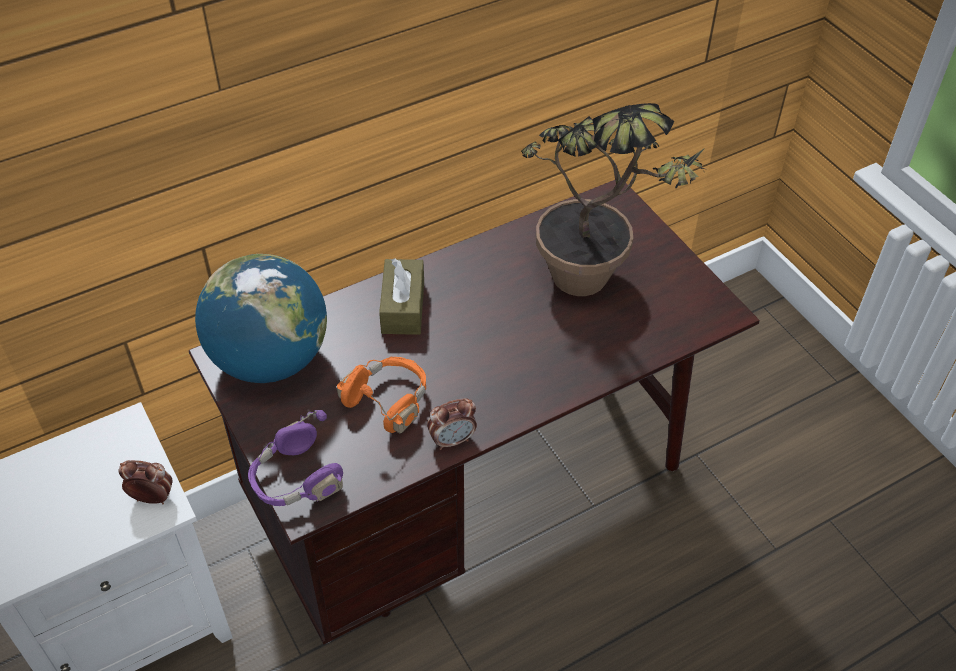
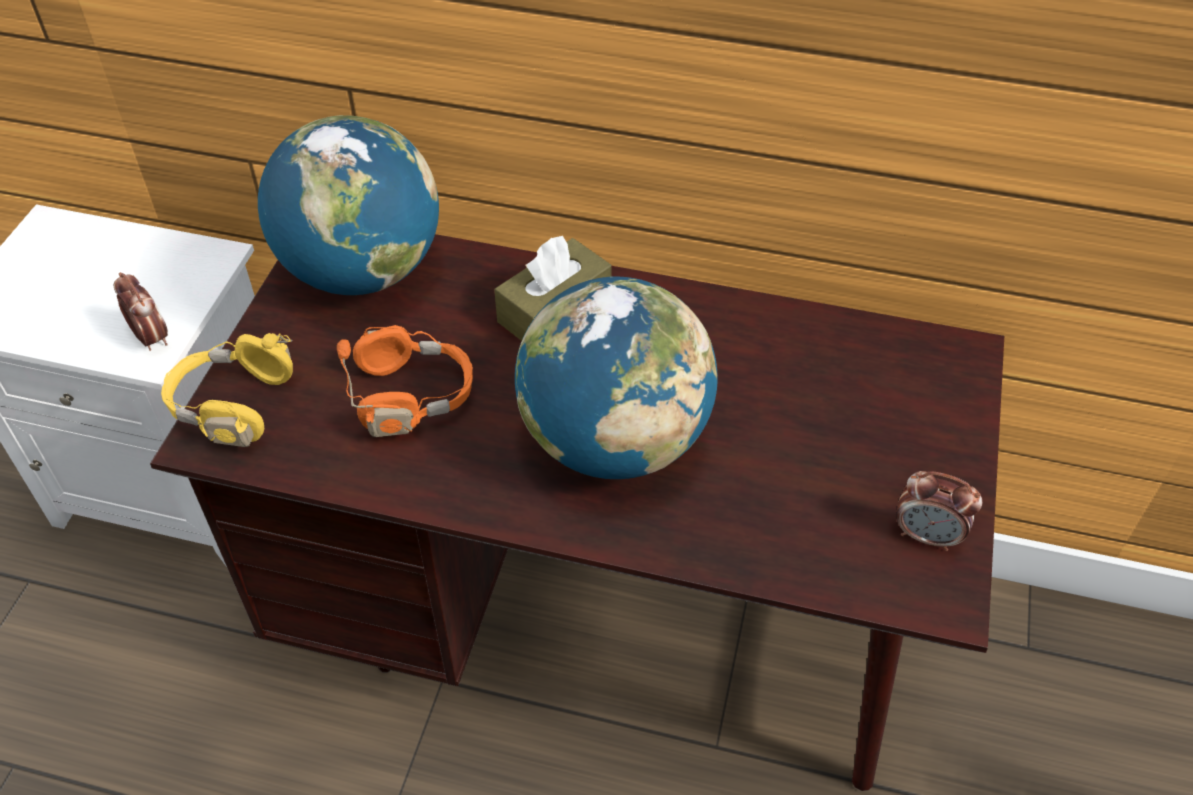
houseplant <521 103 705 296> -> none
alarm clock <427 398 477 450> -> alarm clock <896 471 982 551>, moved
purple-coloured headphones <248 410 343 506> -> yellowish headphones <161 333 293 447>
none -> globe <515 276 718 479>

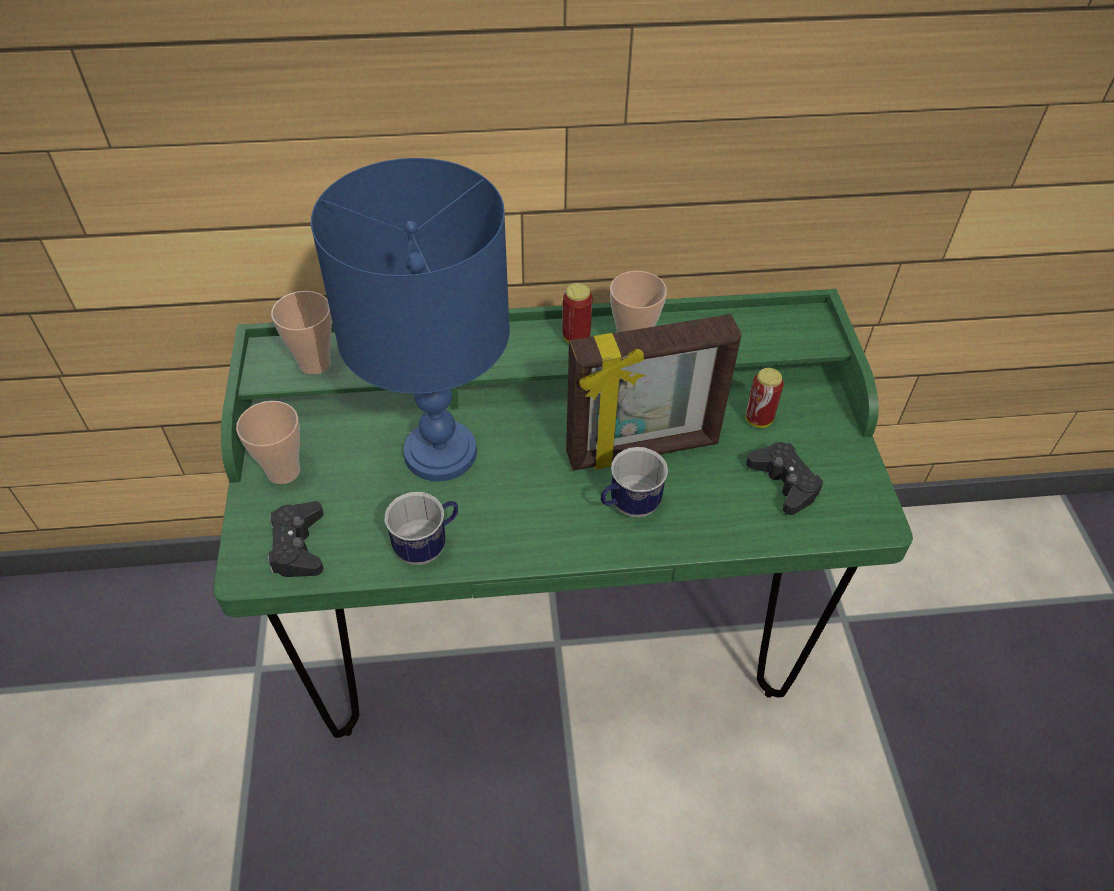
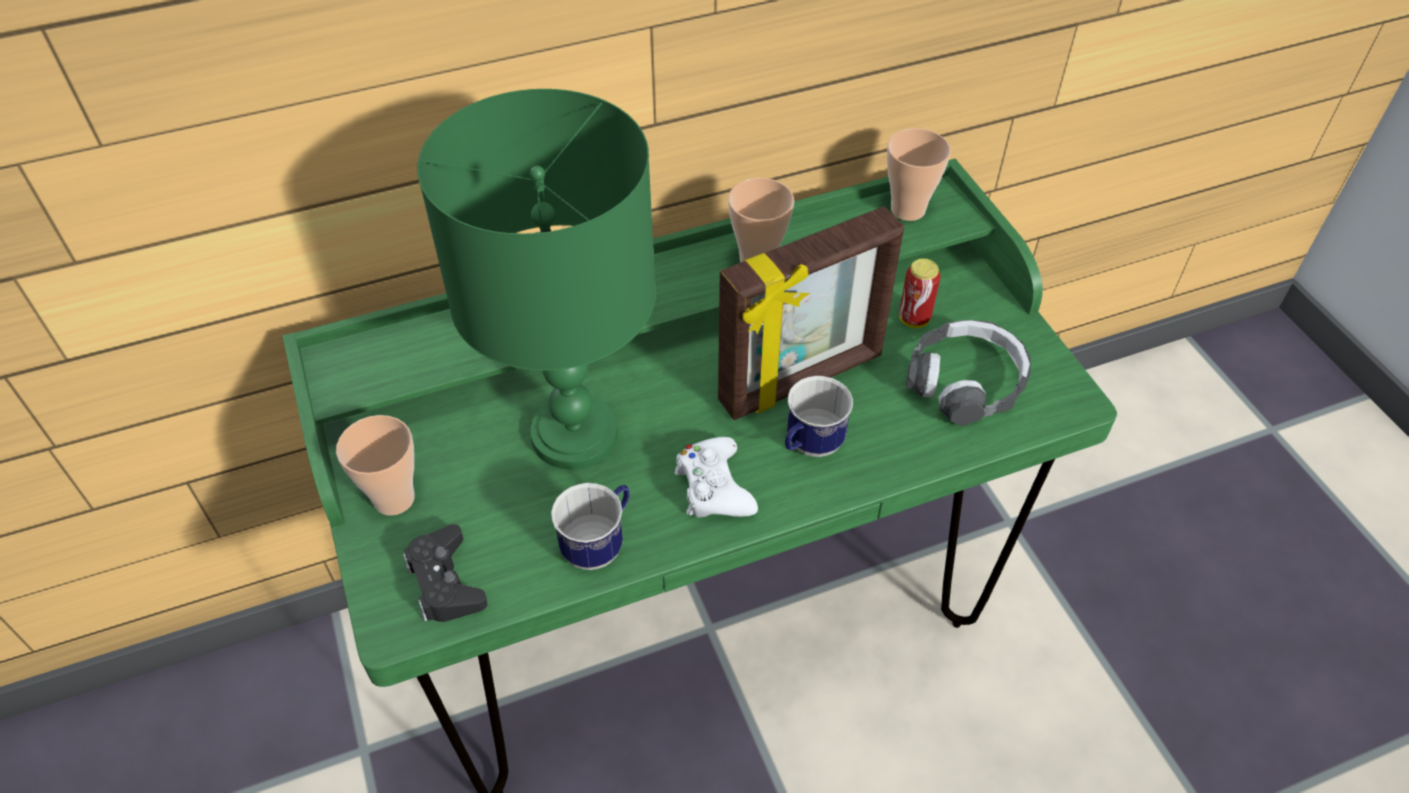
blue-coloured table lamp <311 158 510 481> -> greenish table lamp <417 89 656 470>
metal can <562 283 592 343> -> none
drinking cup <271 291 332 375> -> drinking cup <887 128 951 221>, moved
black-coloured game controller <746 442 823 515> -> headphones <906 320 1030 426>
none -> whitish game controller <674 437 758 517>

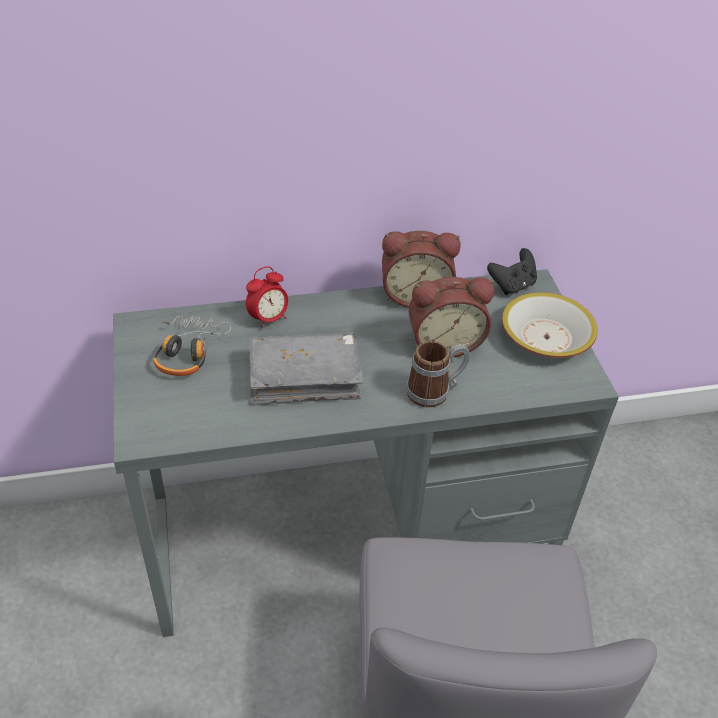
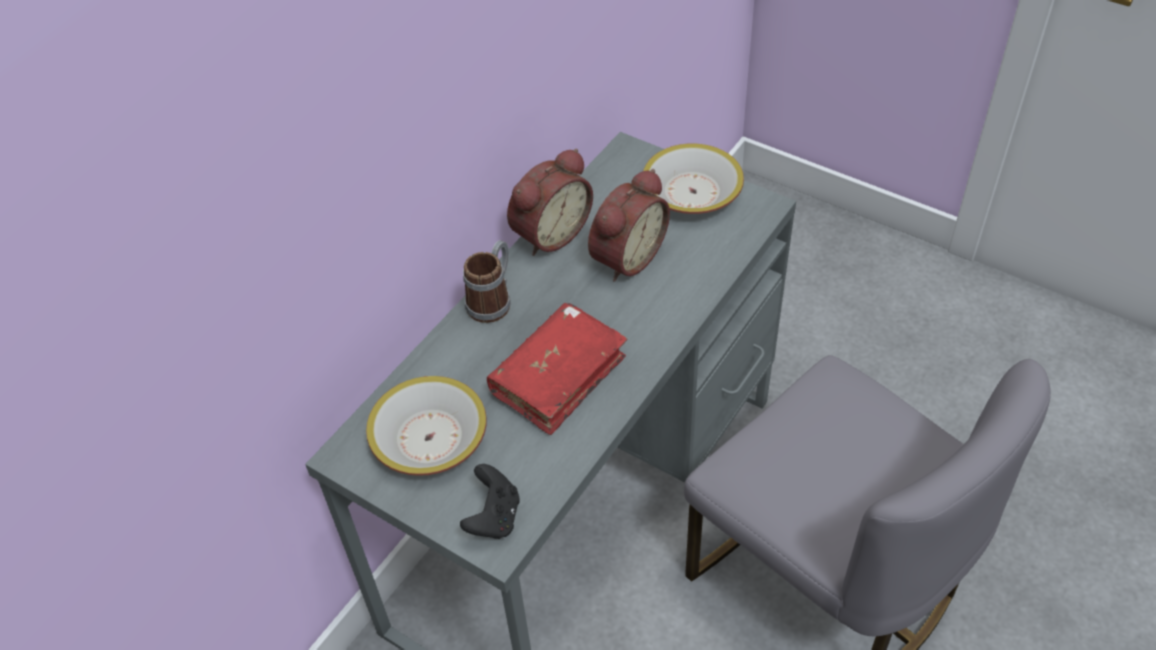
black-coloured game controller <487 248 537 295> -> black-coloured game controller <460 464 519 539>, moved
alarm clock <246 266 288 330> -> none
headphones <153 316 231 376> -> deep dish <366 376 487 476>
grey volume <249 332 363 405> -> red-coloured volume <487 303 627 435>
coffee mug <406 341 470 408> -> coffee mug <463 240 511 323>, moved

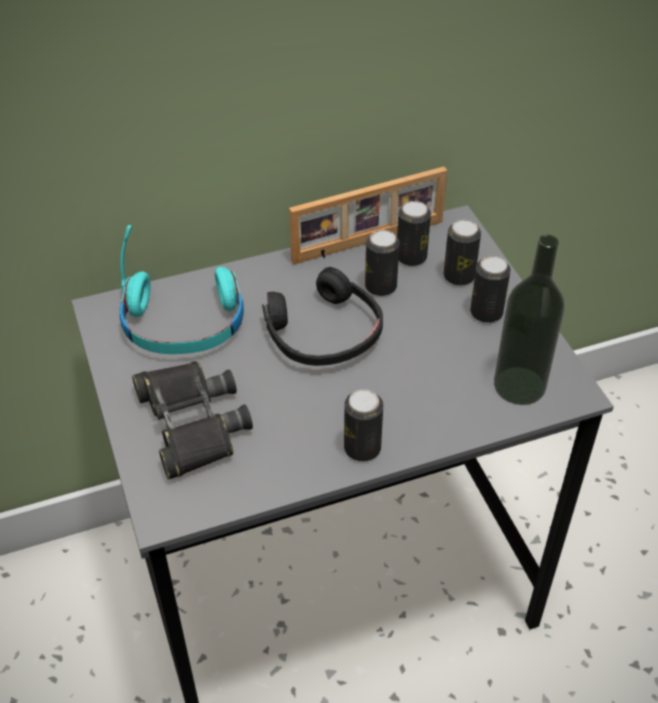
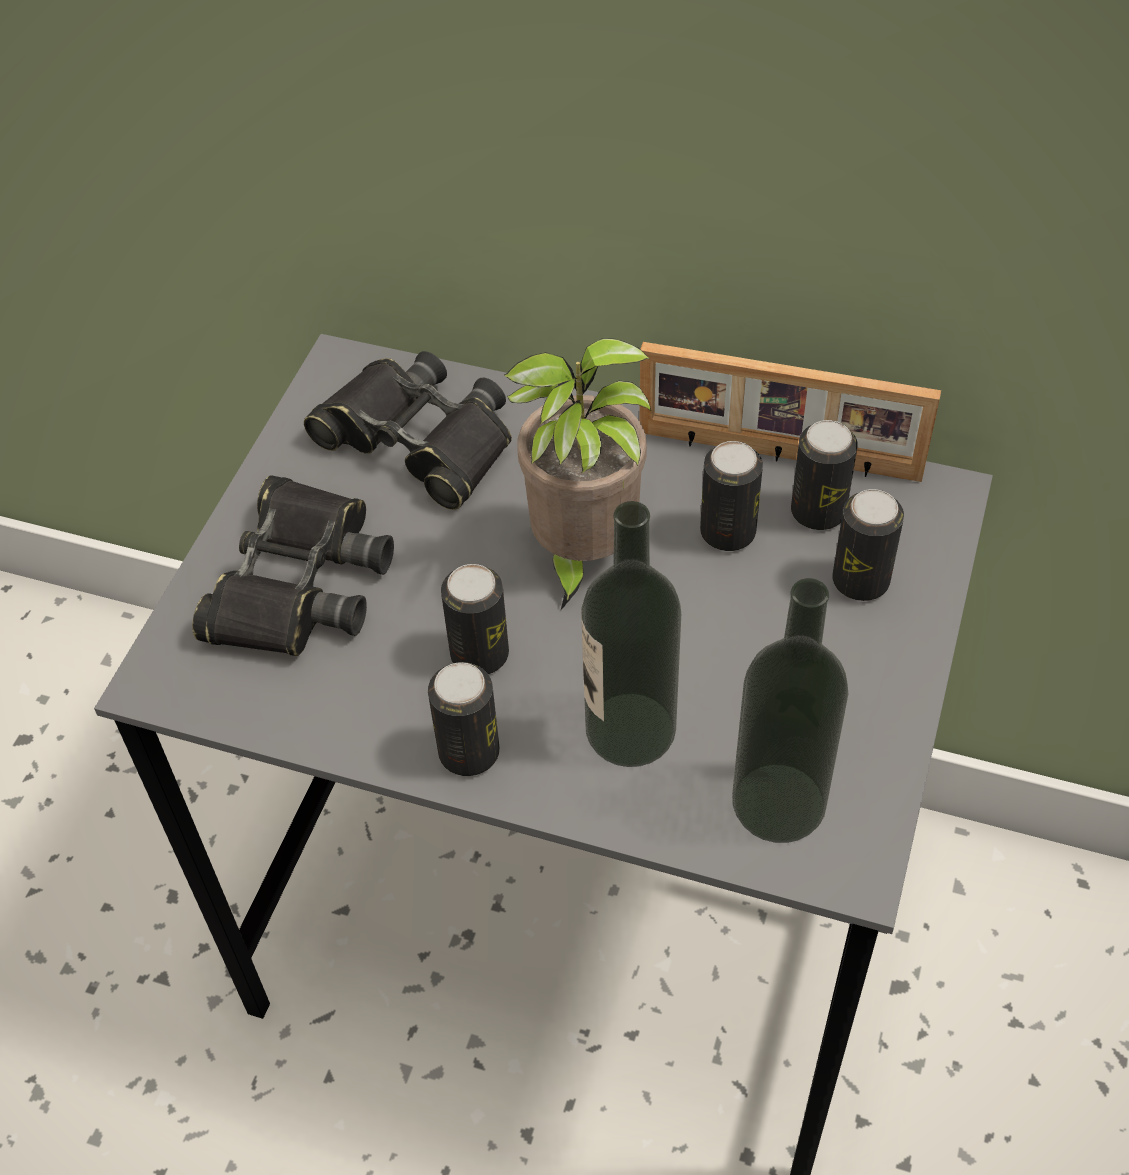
turquoise-coloured headphones <120 225 244 354> -> black-coloured pair of binoculars <304 351 512 510>
metal can <470 255 511 323> -> metal can <441 564 509 674>, moved
black-coloured headphones <262 267 383 366> -> houseplant <504 338 652 610>
none -> bottle <581 501 681 767>

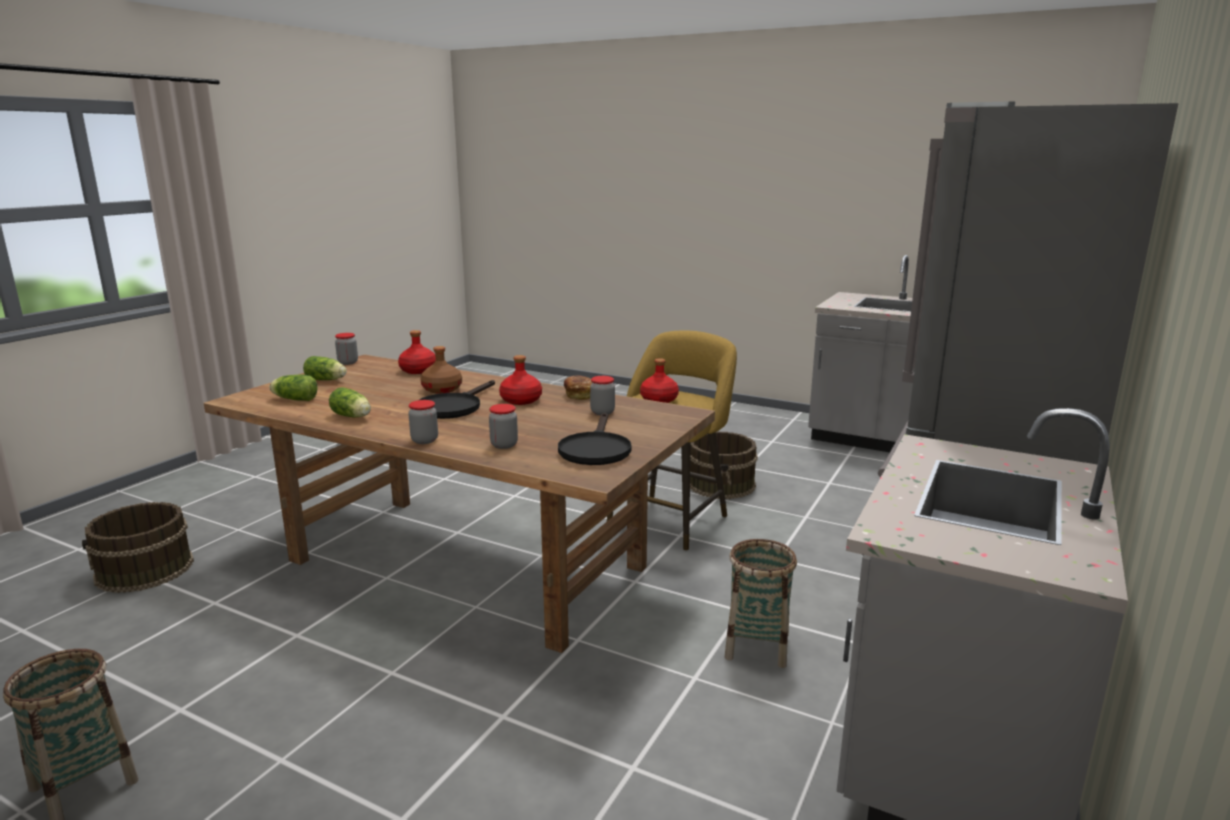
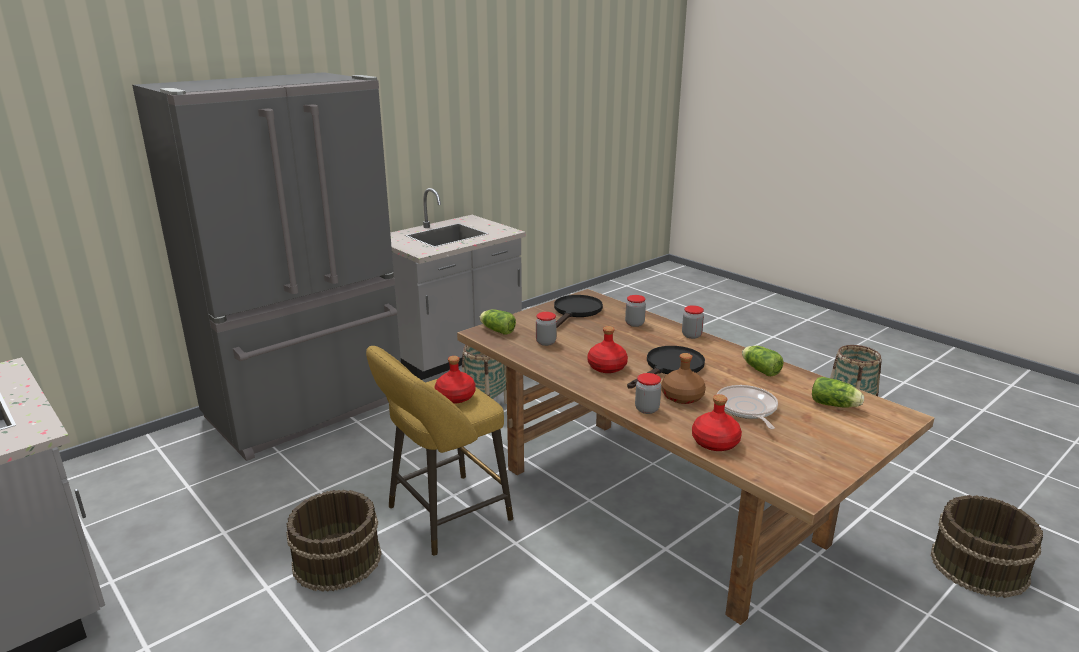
storage jar <335 333 358 365> -> storage jar <635 373 661 414>, moved
lettuce <303 356 347 380> -> lettuce <479 309 516 335>, moved
bakery bread <564 375 593 400> -> none
none -> frying pan <717 385 778 429>

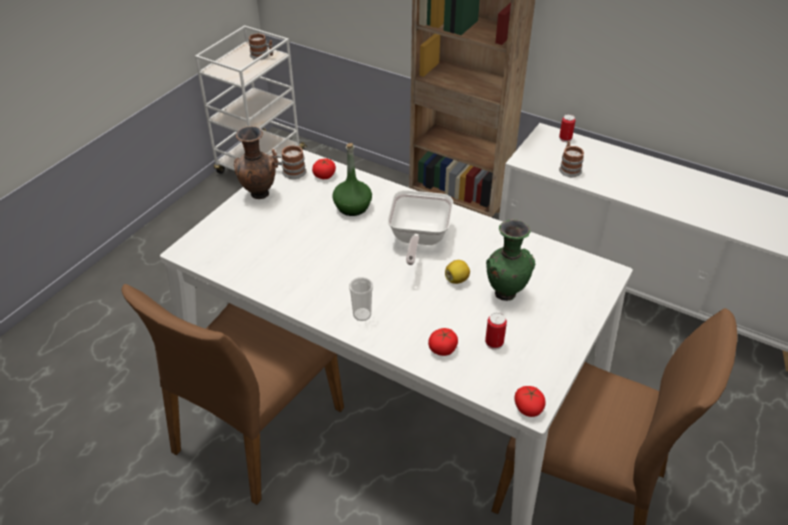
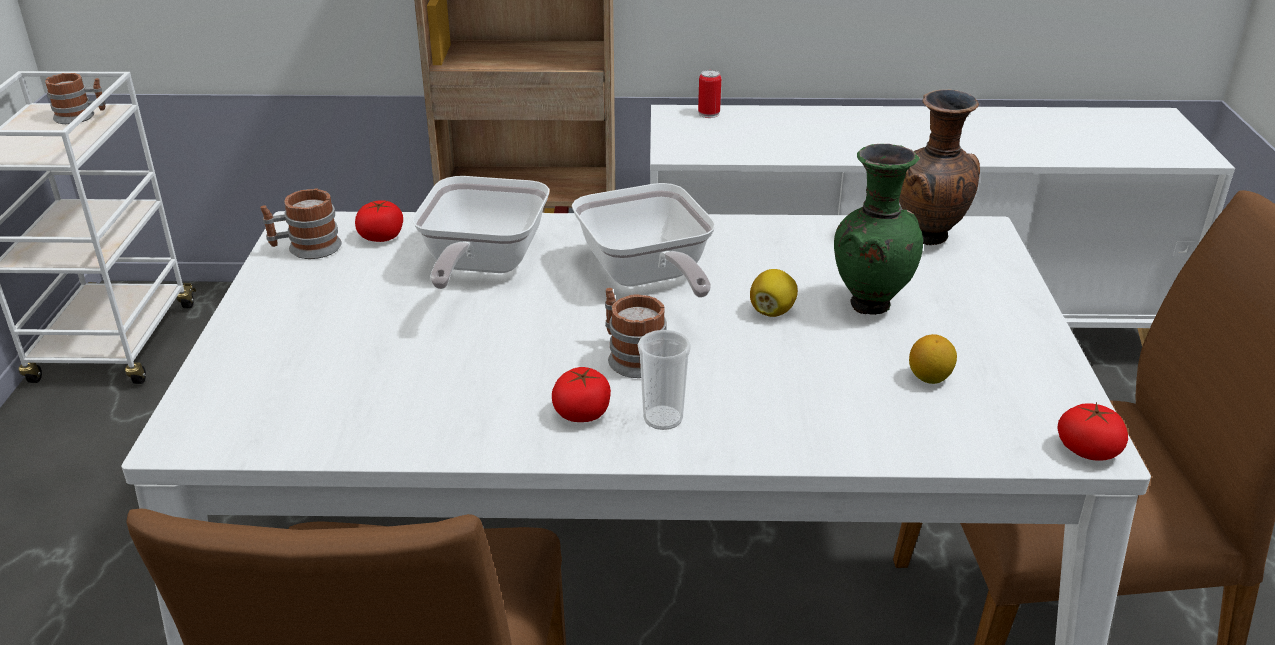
brown vase <234 126 276 199> -> brown vase <899 90 980 245>, moved
coffee mug <559 141 584 177> -> coffee mug <605 288 667 378>, moved
greenish bottle <332 143 372 216> -> frying pan <412 176 550 289>
metal can <485 313 507 350> -> citrus fruit <909 334 957 384>
whole tomato <428 328 458 356> -> whole tomato <552 367 611 422>, moved

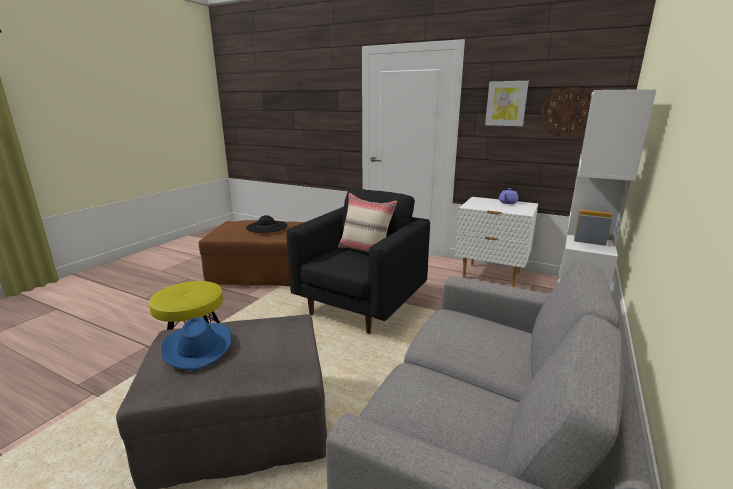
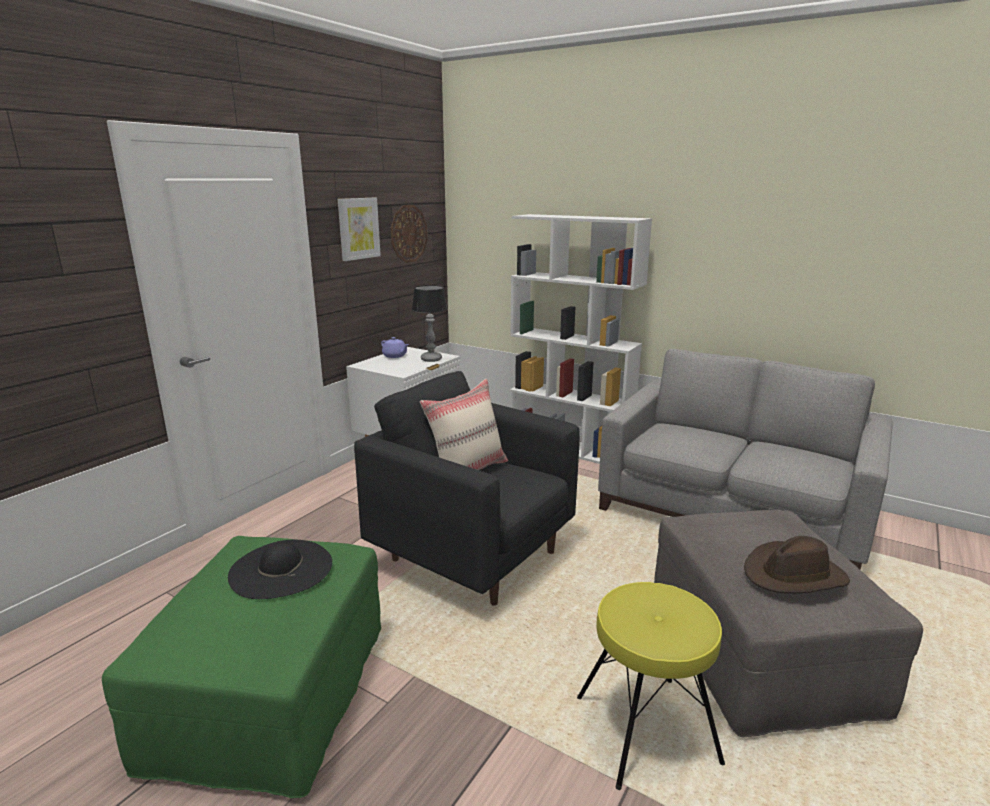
brown pouffe <199 220 303 286> -> greenish pouffe <102 536 381 798>
blue-coloured wearable hat <161 317 231 370> -> brown wearable hat <744 536 850 593>
none -> table lamp <412 285 447 362>

